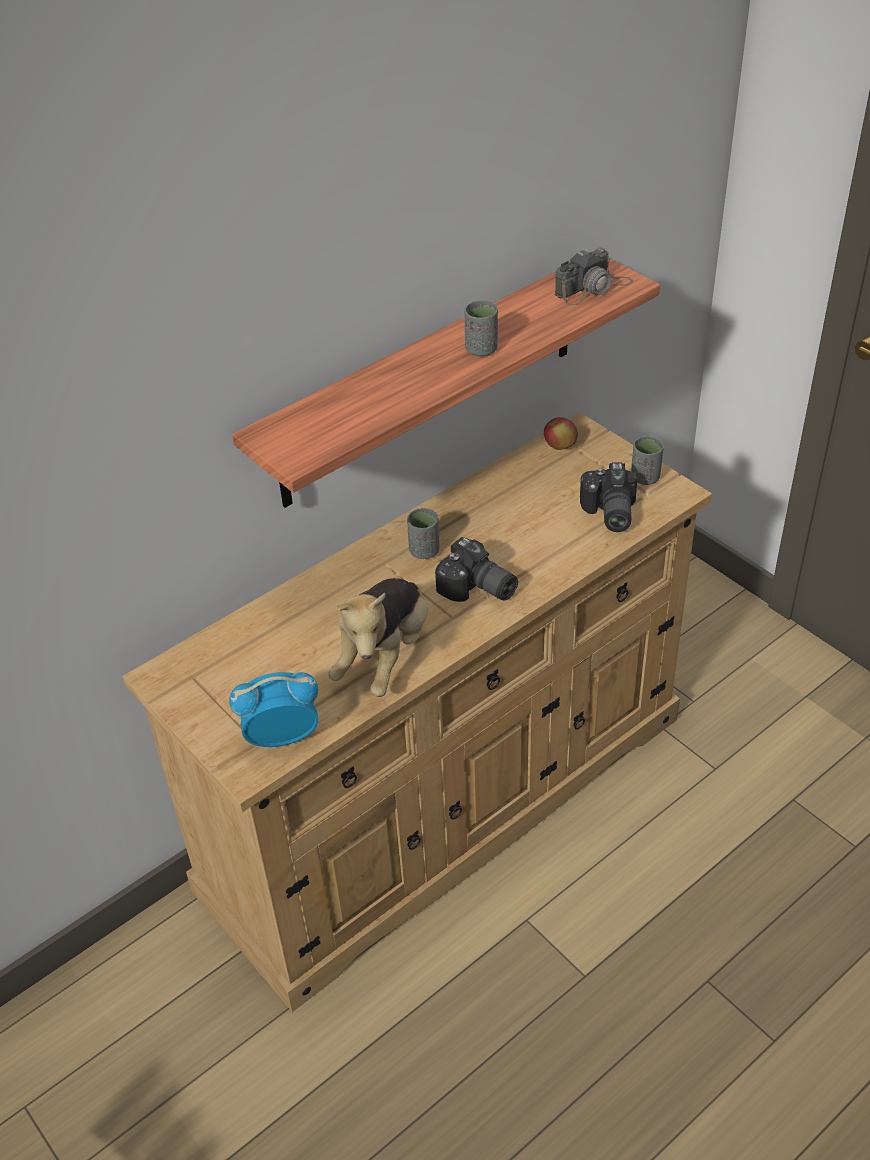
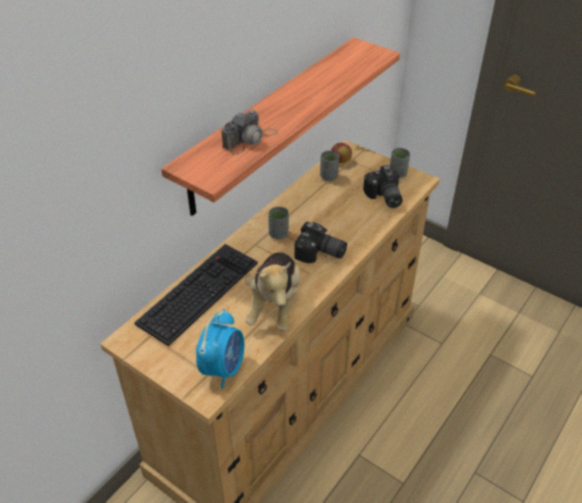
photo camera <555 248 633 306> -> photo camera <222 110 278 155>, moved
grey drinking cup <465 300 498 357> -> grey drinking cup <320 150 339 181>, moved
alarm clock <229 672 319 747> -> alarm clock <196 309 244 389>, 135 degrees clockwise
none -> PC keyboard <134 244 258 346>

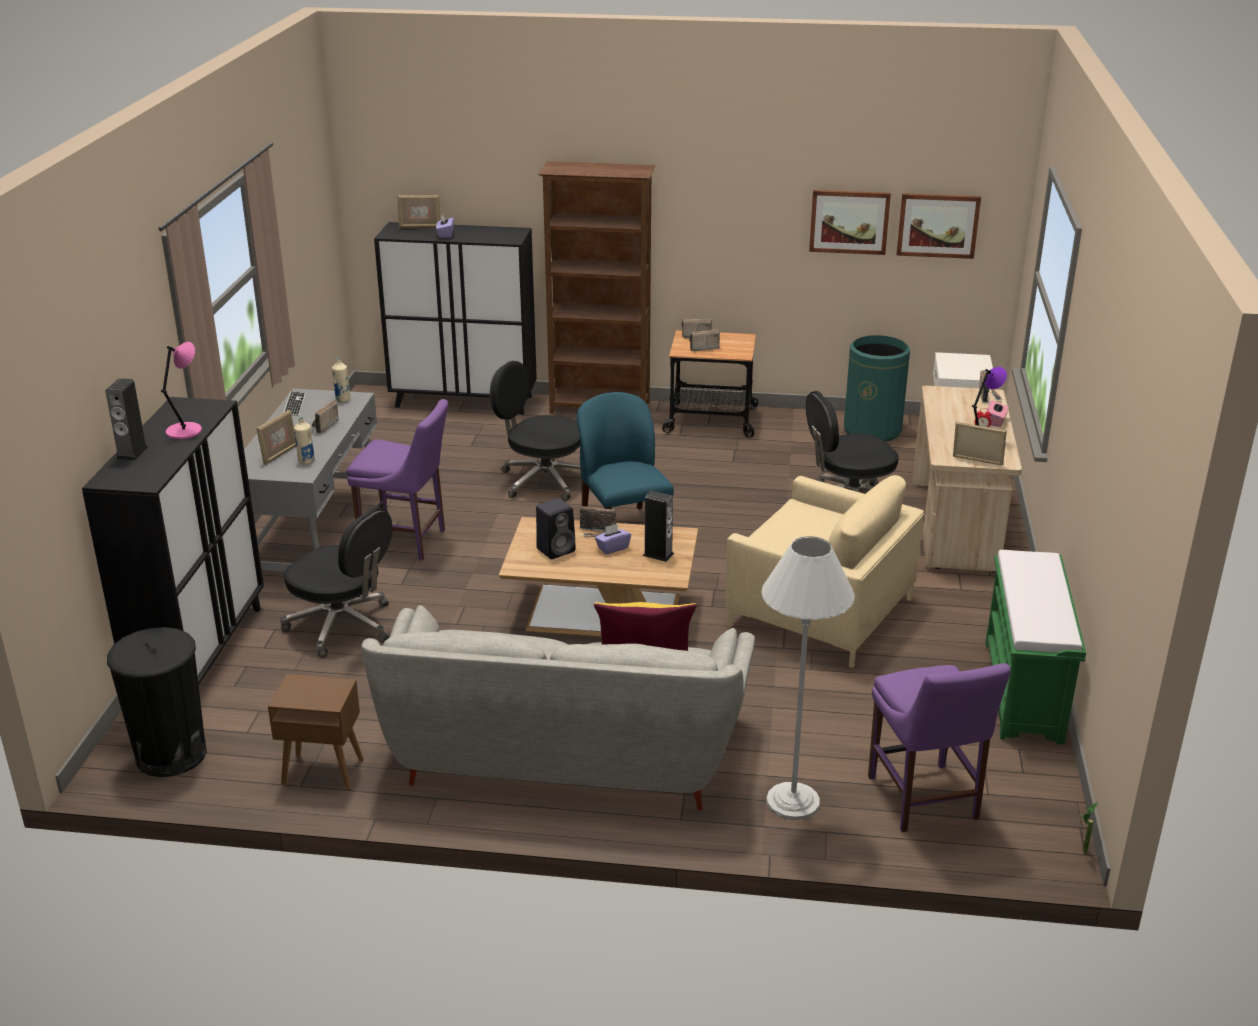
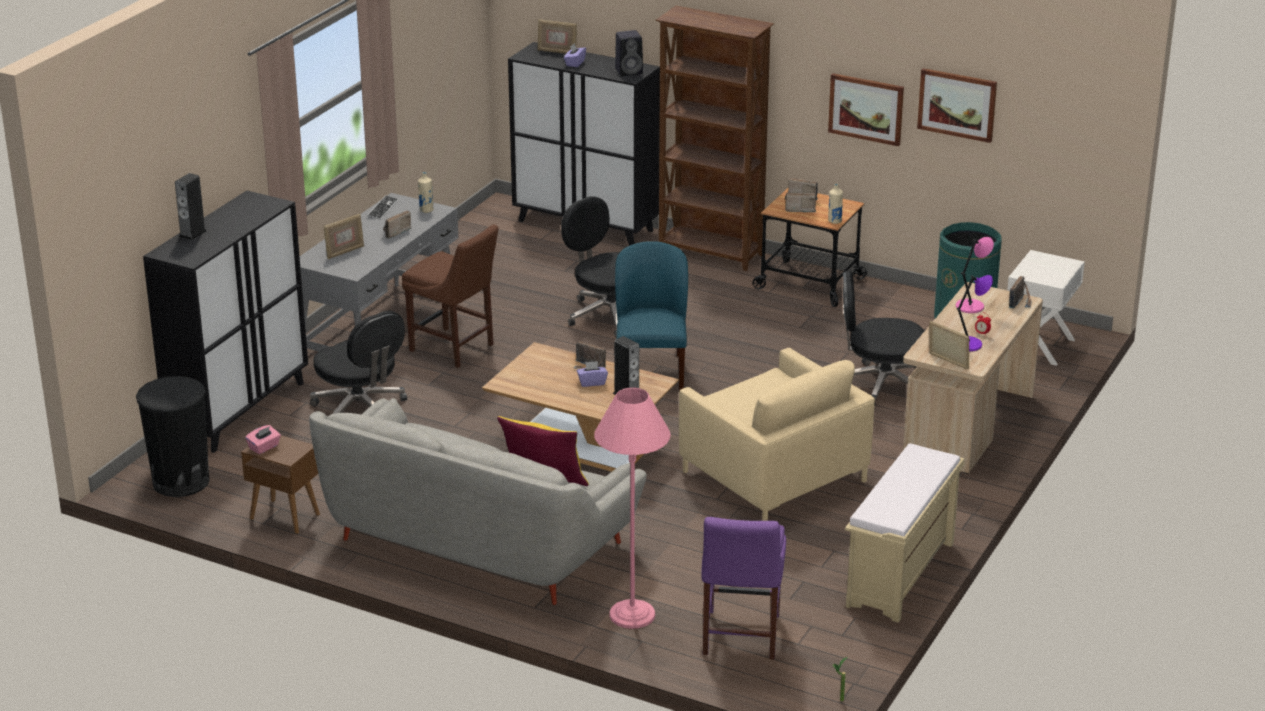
picture <897 193 981 259> -> picture <828 73 904 146>, moved
pinkish table lamp <161 342 202 439> -> pinkish table lamp <956 237 994 313>, moved
purple-coloured chair <347 399 448 561> -> brown chair <402 225 498 368>
pinkish tissue holder <986 400 1009 427> -> pinkish tissue holder <245 425 281 454>, moved
beige bottle <294 417 315 465> -> beige bottle <828 184 843 224>, moved
black-coloured audio speaker <536 498 576 559> -> black-coloured audio speaker <615 30 643 76>, moved
whitish standing lamp <761 536 855 820> -> pinkish standing lamp <594 387 671 629>
greenish long seat <985 550 1086 744> -> beige long seat <845 443 964 623>

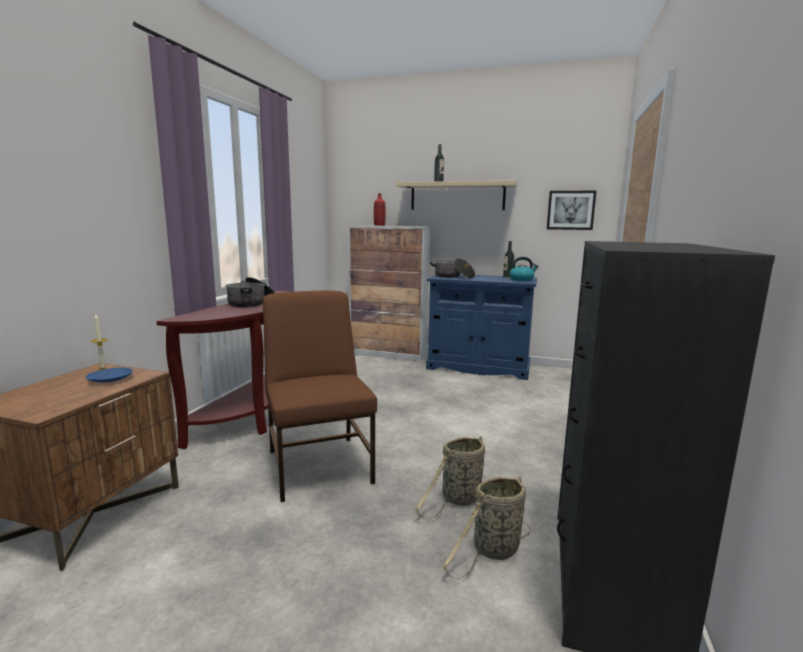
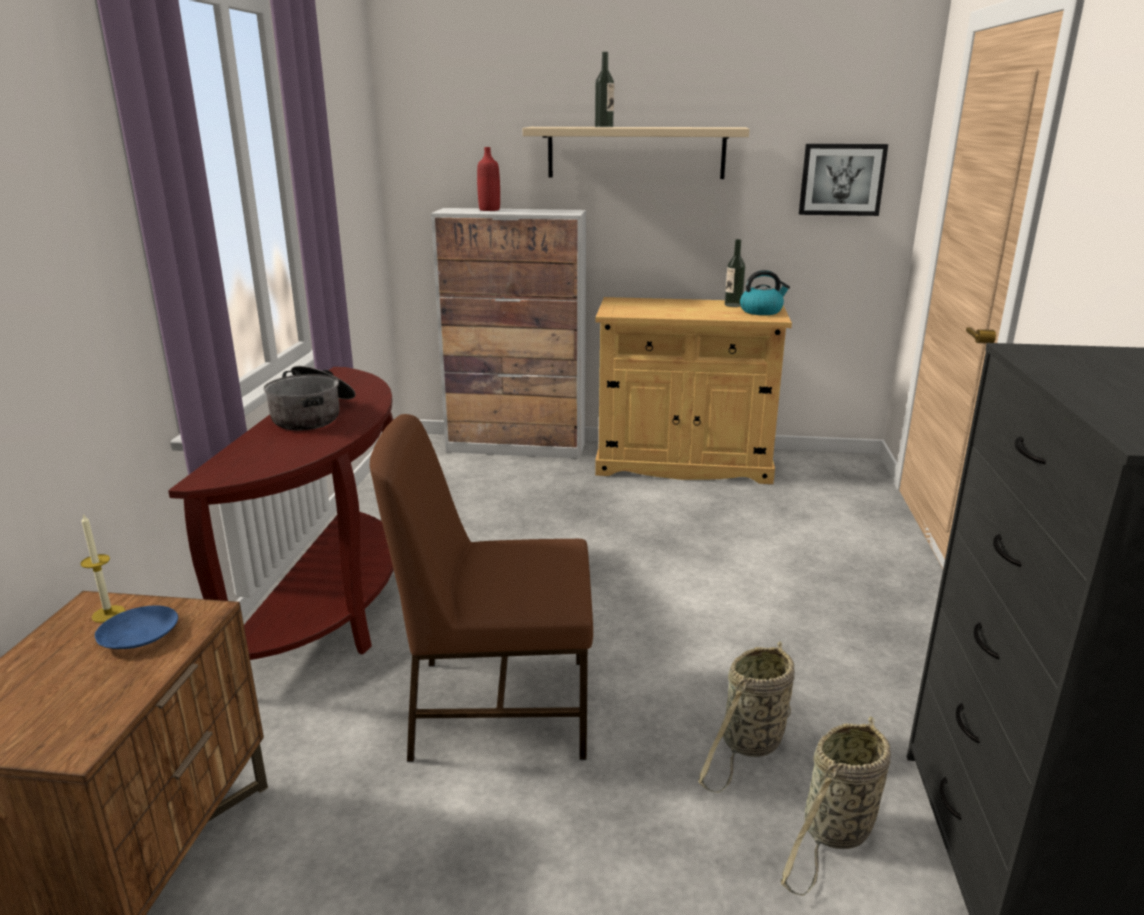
cooking pot <430 258 475 279> -> none
blue-coloured storage cabinet <426 274 537 380> -> beige storage cabinet <595 297 792 484>
brown chair <263 291 377 502> -> brown chair <370 414 593 762>, 60 degrees counterclockwise

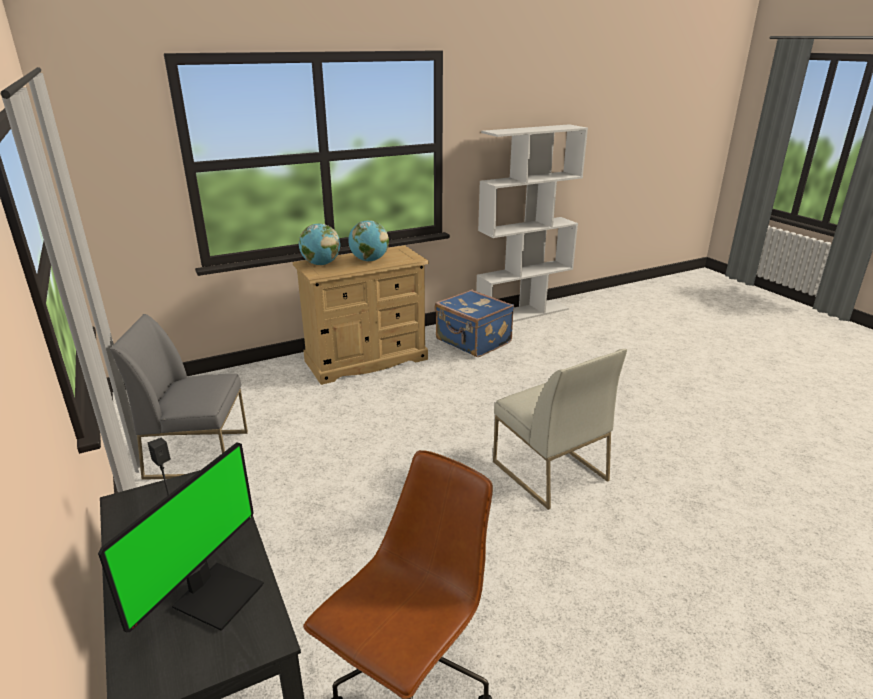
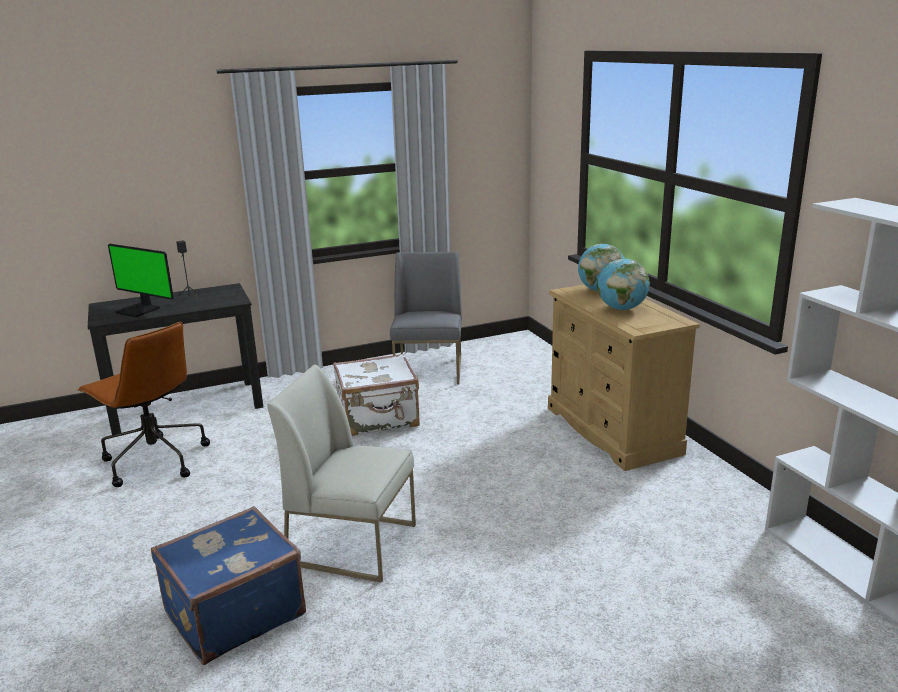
blue-coloured suitcase <435 290 514 357> -> blue-coloured suitcase <151 506 306 665>, moved
whitish chair <493 349 627 510> -> whitish chair <267 365 416 583>, 45 degrees clockwise
none -> whitish suitcase <333 354 420 436>

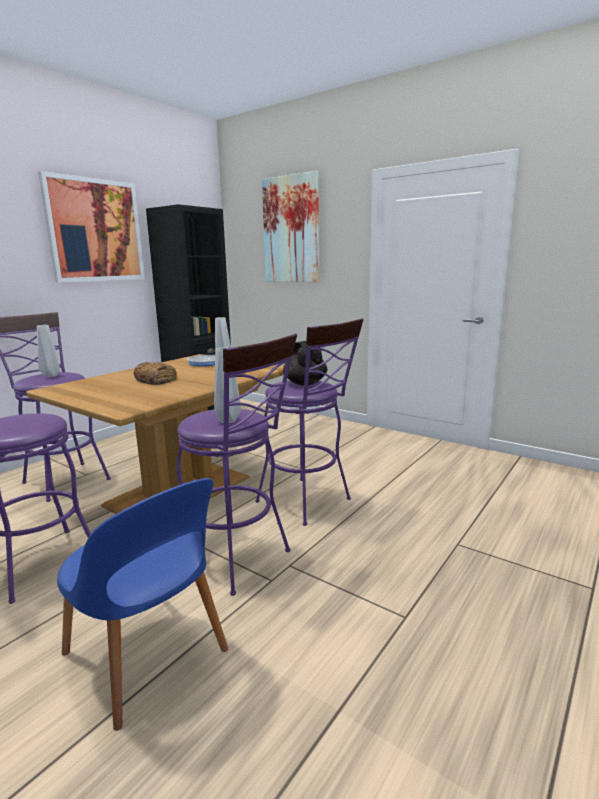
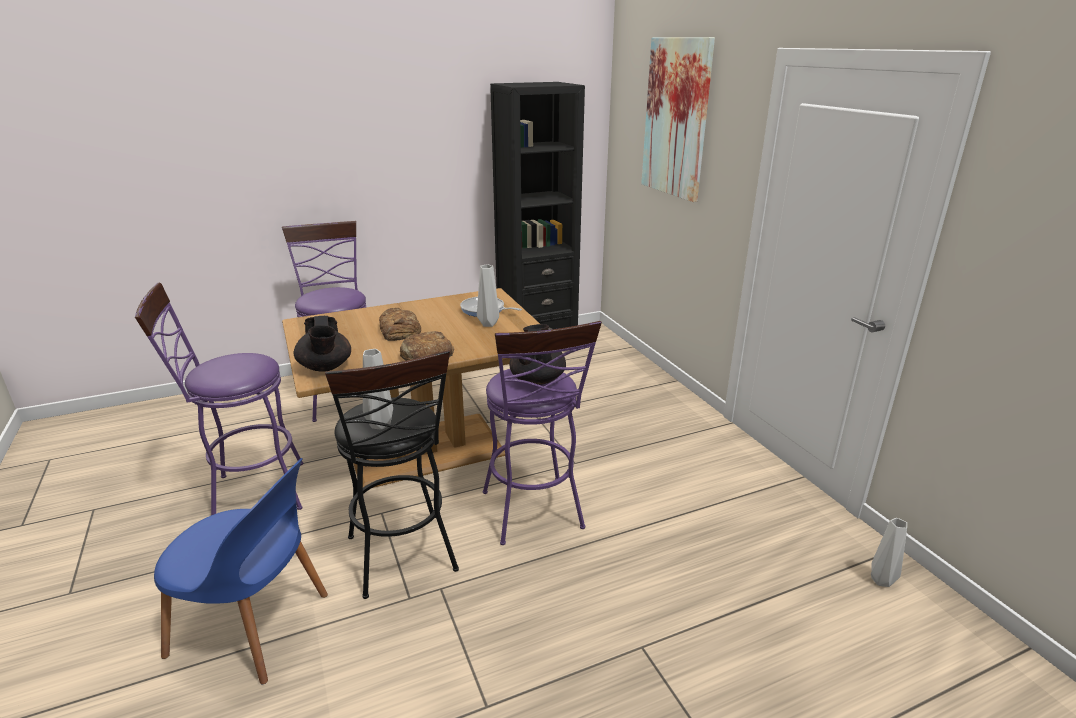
picture <38 171 145 283> -> none
grey vase <37 325 60 377> -> grey vase <871 518 907 587>, moved
purple-coloured stool seat <177 334 297 596> -> black-coloured stool seat <325 350 459 599>
blue-coloured chair <57 478 228 731> -> blue-coloured chair <154 458 328 684>, 60 degrees counterclockwise
none -> black-coloured teapot <294 316 351 372>
none -> bakery bread <400 331 454 361>

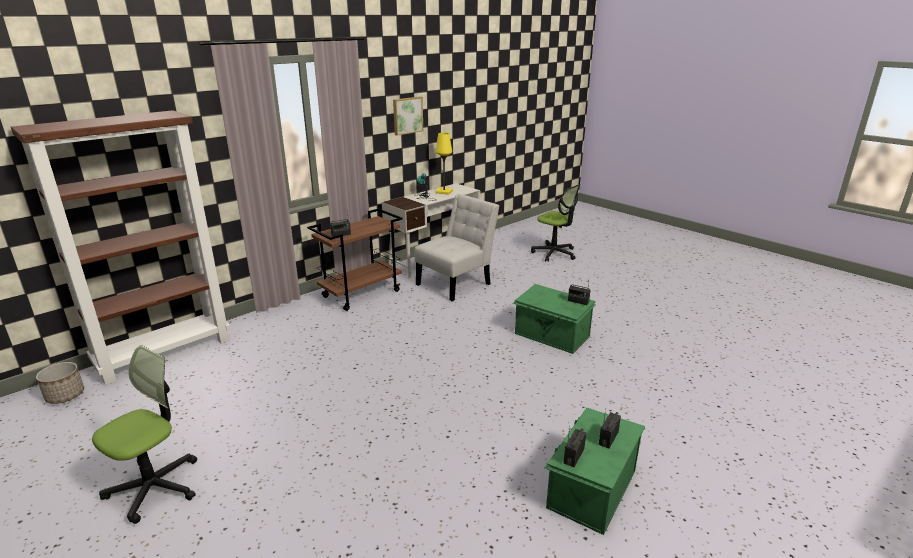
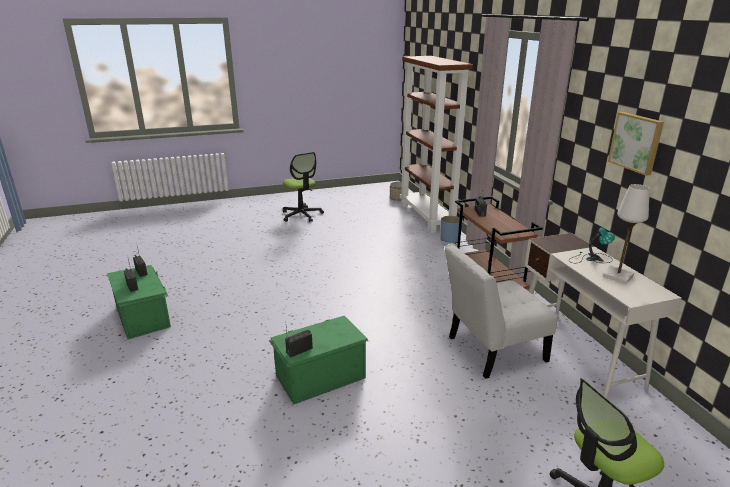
yellowish table lamp <435 133 453 195> -> whitish table lamp <603 184 650 284>
whitish chair <415 194 499 301> -> whitish chair <444 244 558 379>, 90 degrees clockwise
none -> blue-coloured flower pot <440 216 462 243>

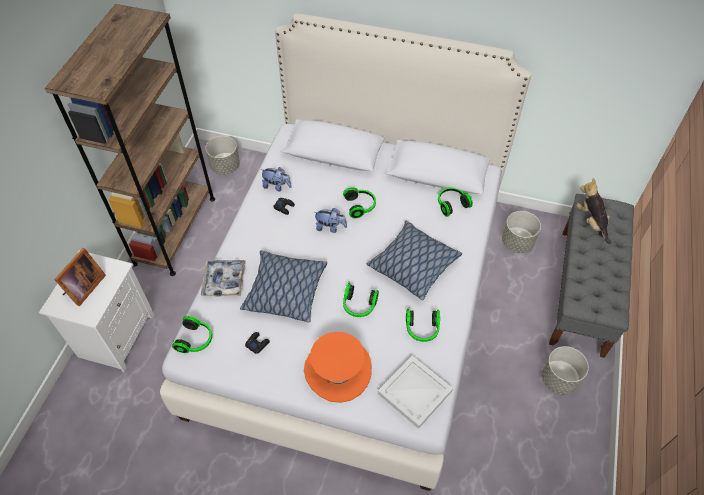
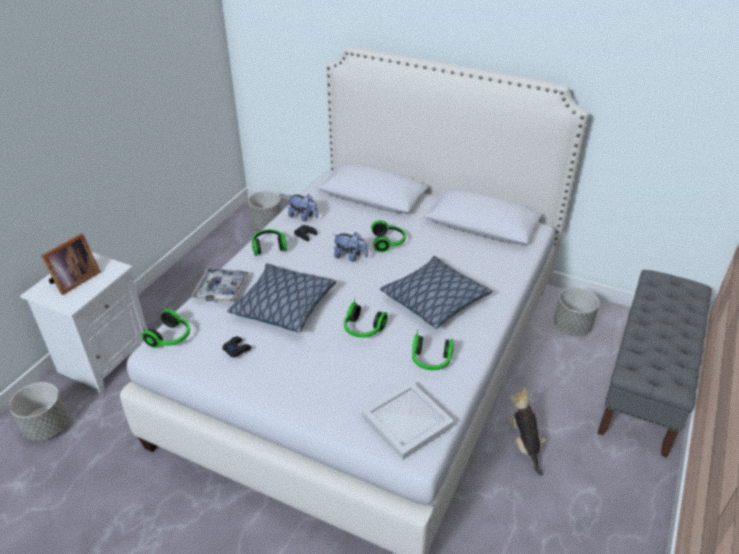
brown bookshelf <45 4 215 276> -> none
soft toy <577 178 611 245> -> soft toy <509 387 546 476>, moved
headphones <438 187 473 217> -> headphones <252 229 287 256>, moved
orange-coloured wearable hat <304 332 372 403> -> none
grey flower pot <542 346 589 395> -> grey flower pot <9 382 68 441>, moved

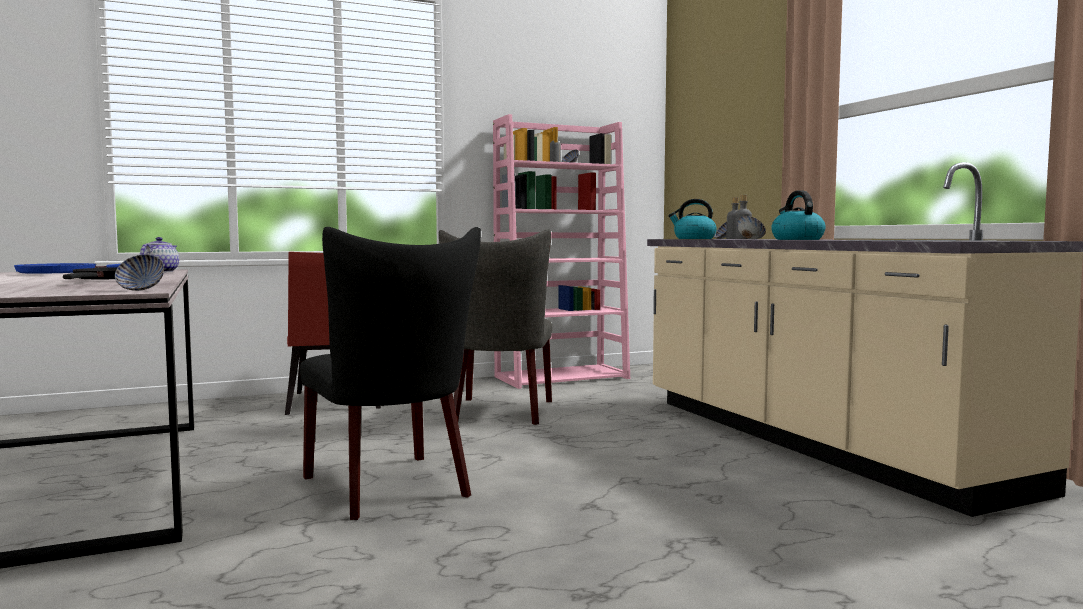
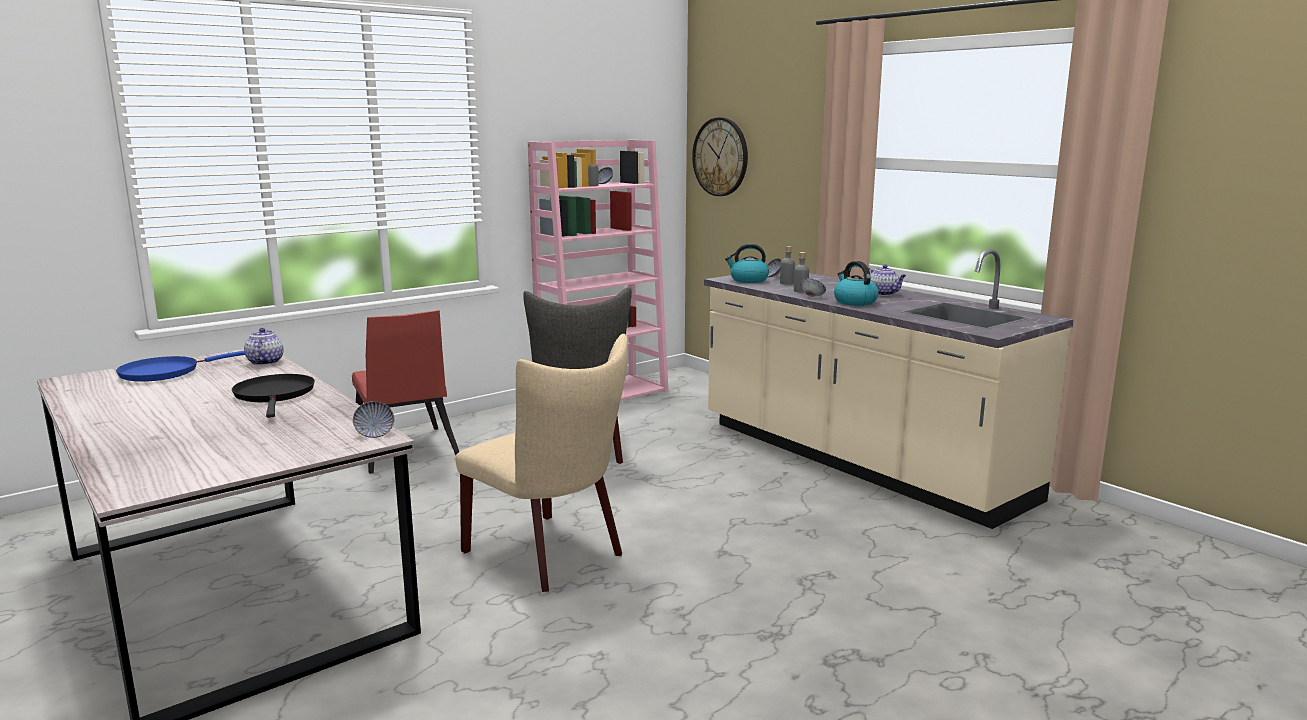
black-coloured chair <300 227 481 520> -> beige chair <456 334 628 592>
none -> clock on the wall <692 117 748 196>
none -> teapot <863 264 906 296>

